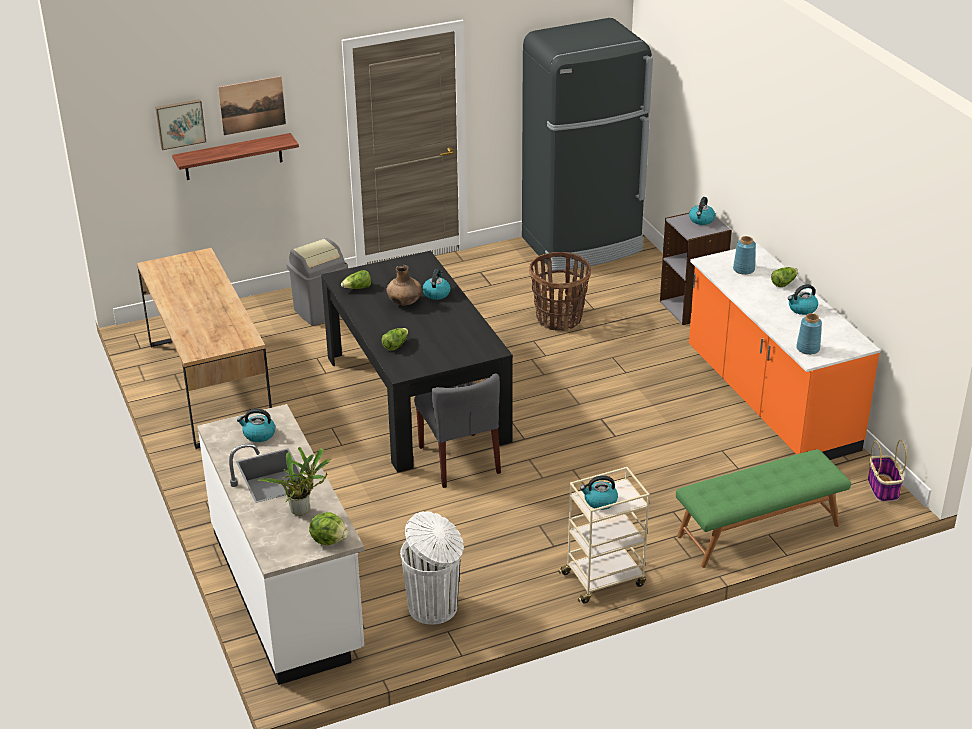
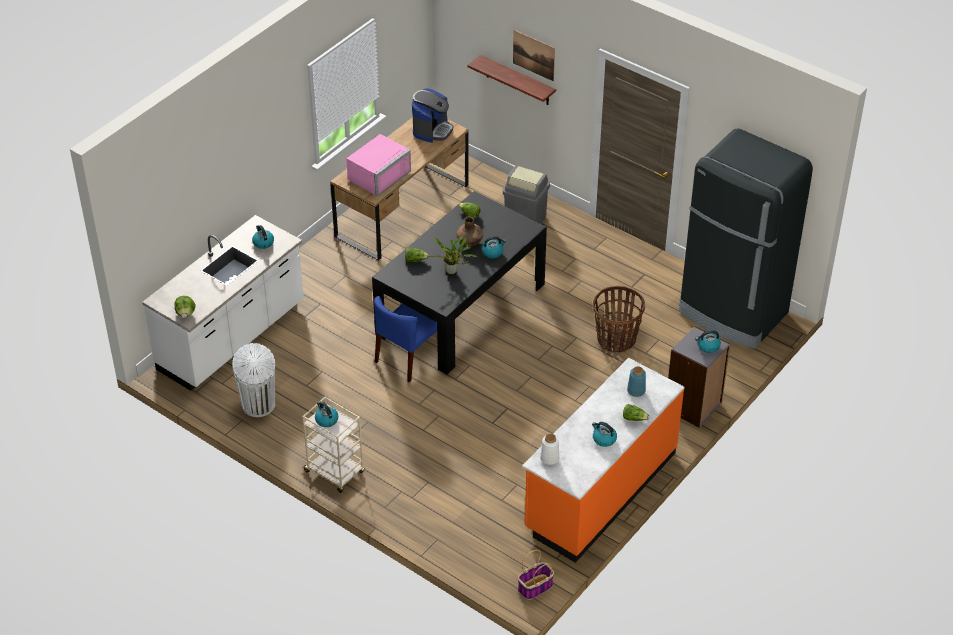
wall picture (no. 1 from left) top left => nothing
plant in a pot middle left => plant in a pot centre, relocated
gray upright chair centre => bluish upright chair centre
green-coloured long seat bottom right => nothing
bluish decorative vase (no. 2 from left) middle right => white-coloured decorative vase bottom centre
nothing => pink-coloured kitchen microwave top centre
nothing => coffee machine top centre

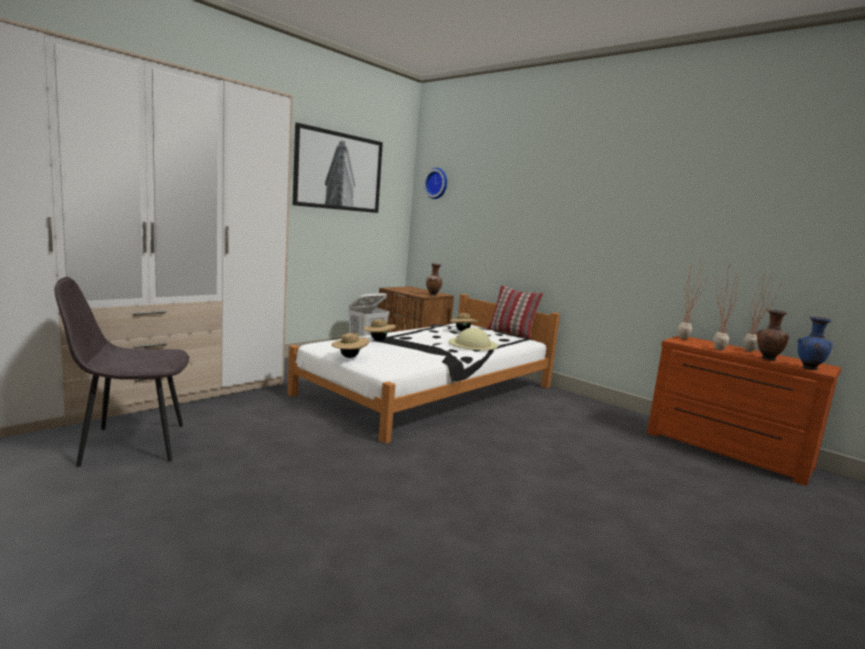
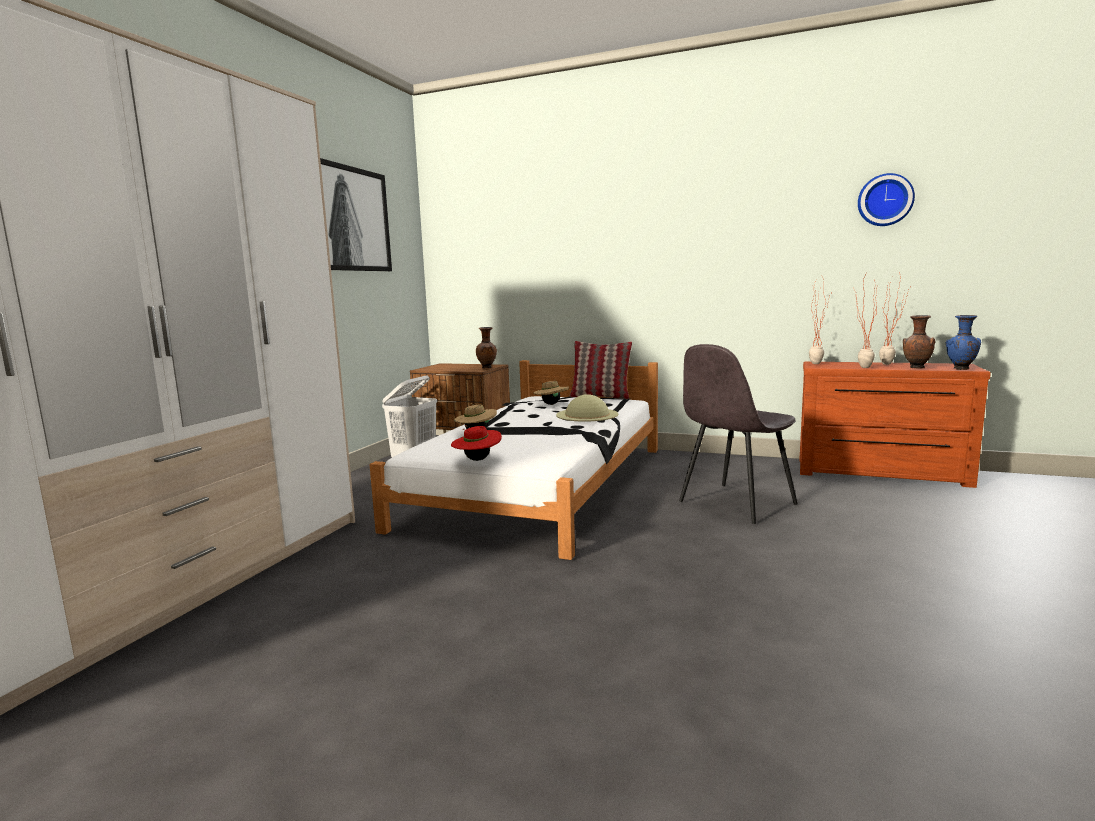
gray upright chair middle left => gray upright chair middle right, relocated
beige clothing hat (no. 1 from left) centre => red-coloured clothing hat centre
hanging clock top centre => hanging clock top right, relocated

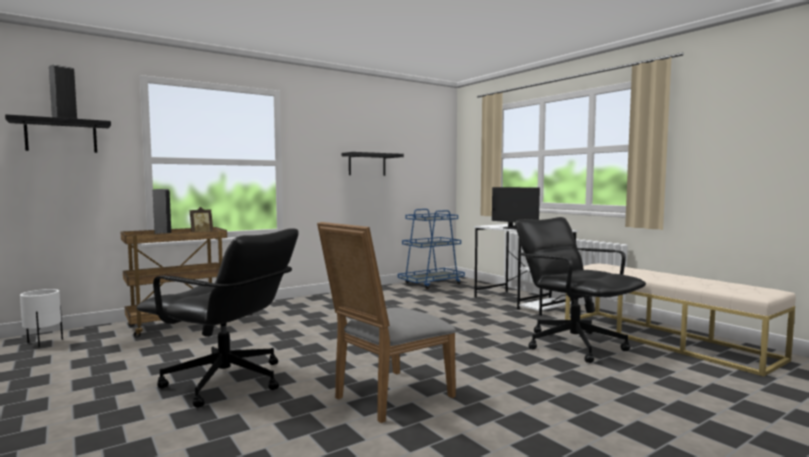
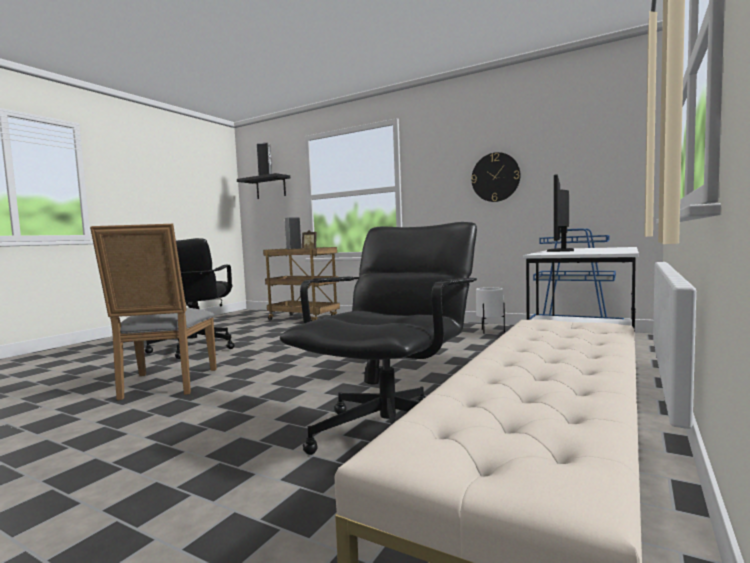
white-coloured flower pot bottom left => white-coloured flower pot centre, relocated
gray upright chair bottom centre => gray upright chair middle left, 120 degrees counterclockwise
black-coloured shelf (no. 2 from left) centre => hanging clock top centre

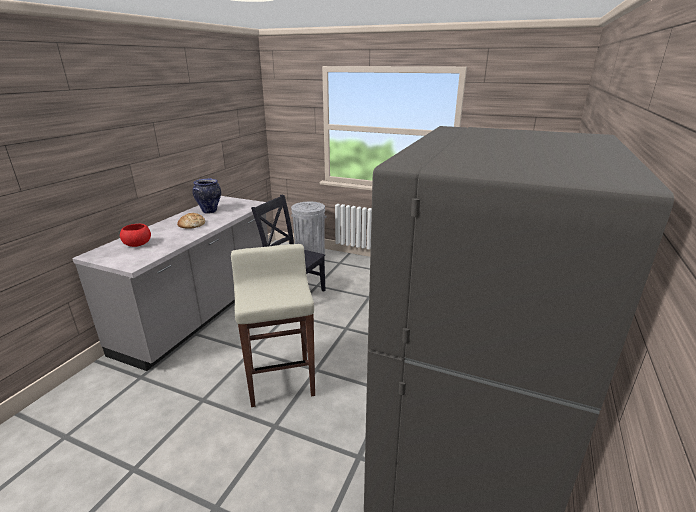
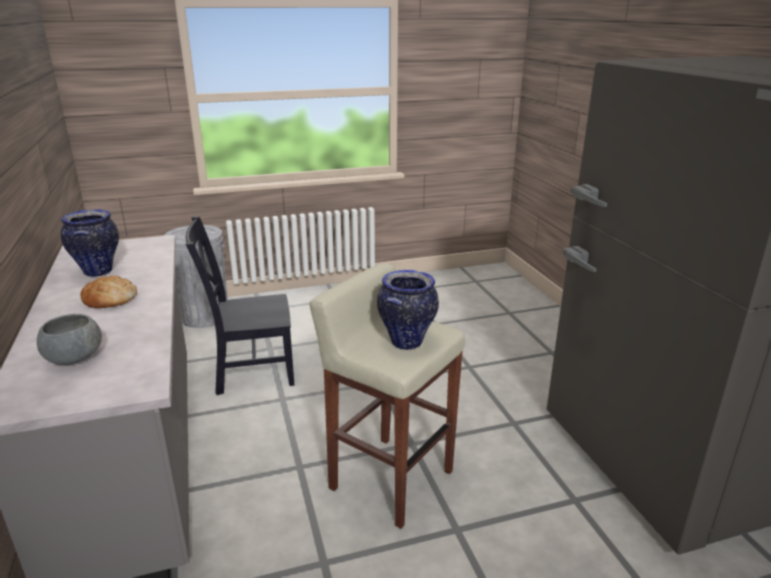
red-coloured bowl middle left => gray bowl middle left
nothing => decorative vase (no. 2 from left) centre

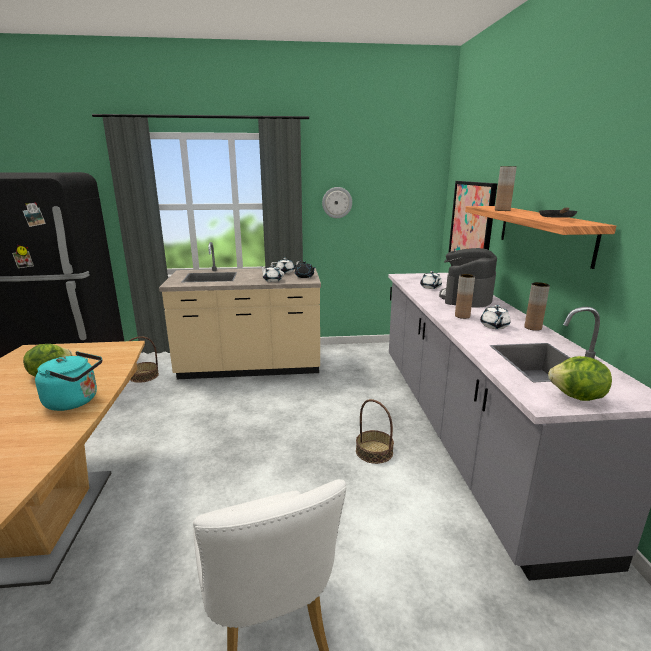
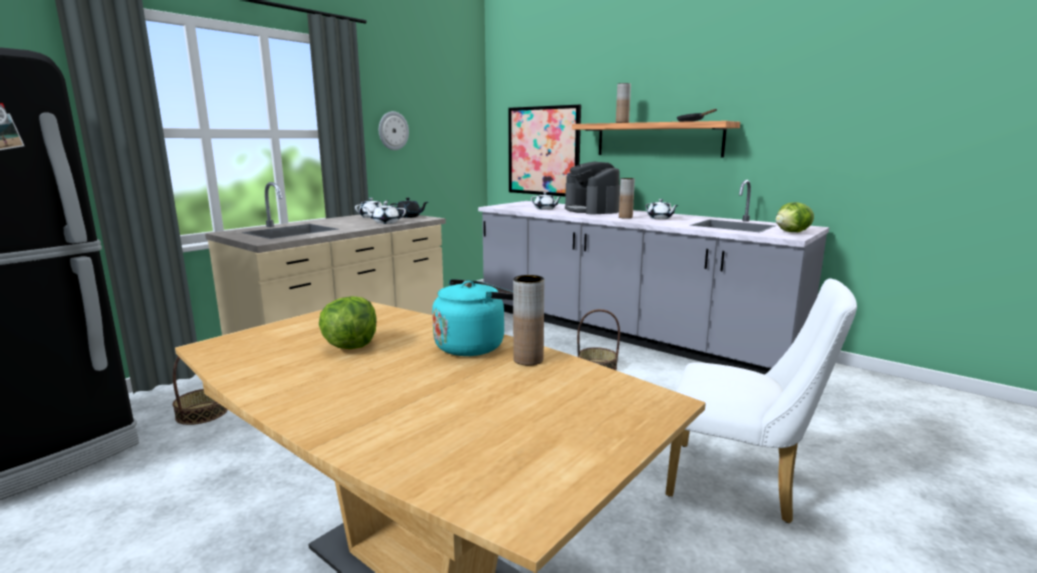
brown decorative vase (no. 3 from left in the first image) middle right => brown decorative vase (no. 1 from left) centre, relocated

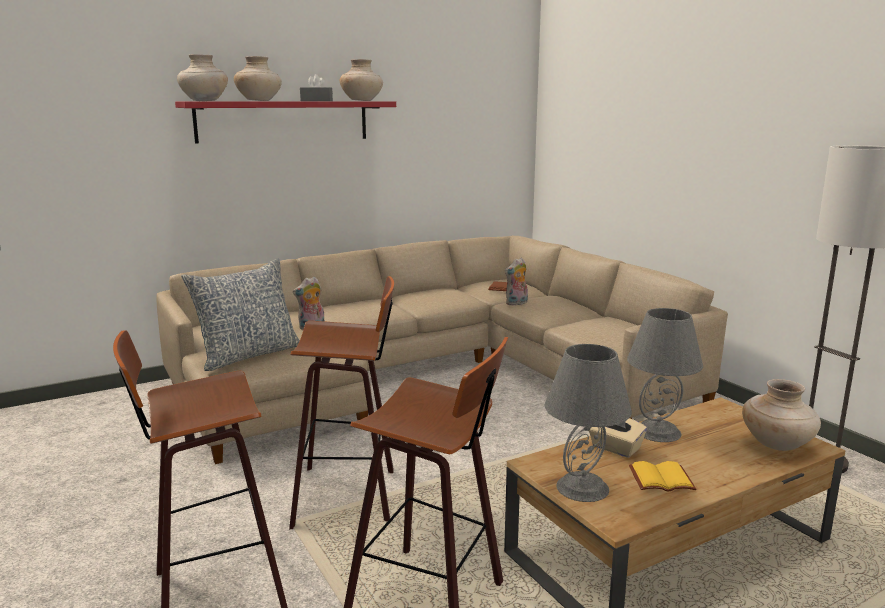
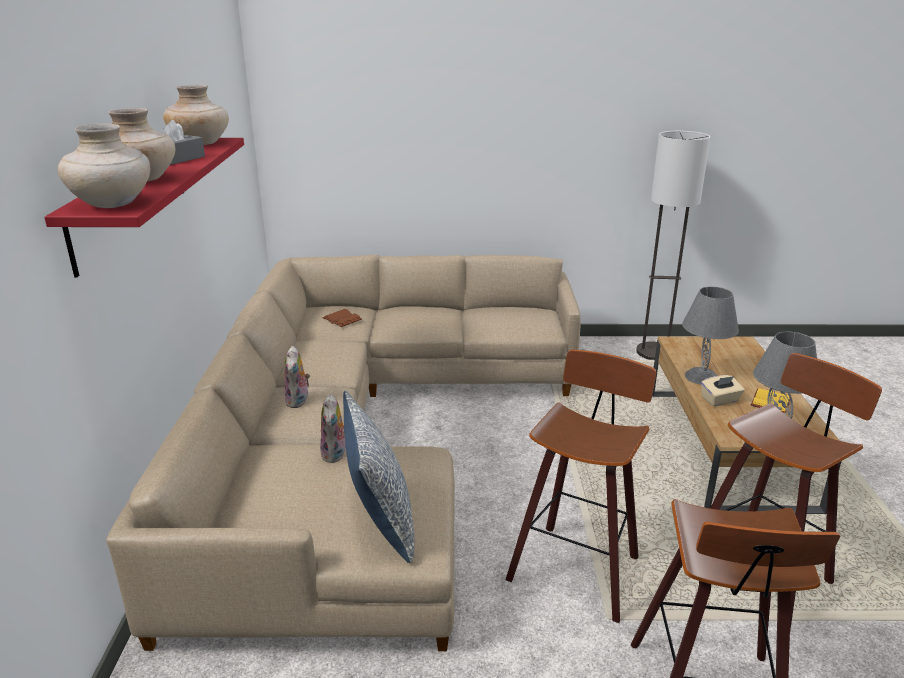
soft toy (no. 2 from left in the first image) centre => soft toy (no. 1 from left) middle left, relocated
beige decorative vase (no. 4 from left) bottom right => nothing

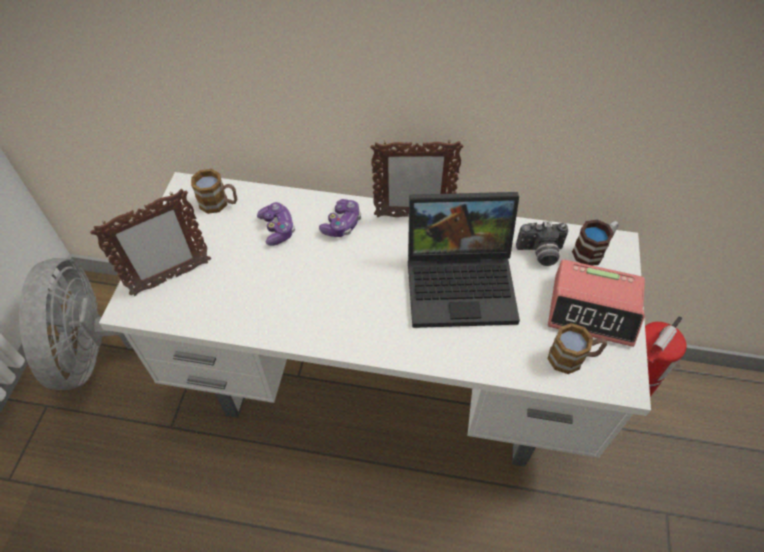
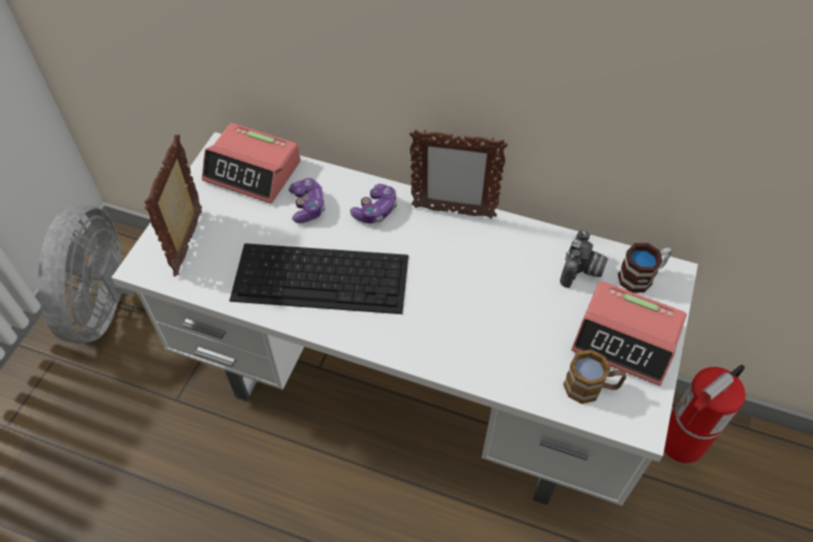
photo frame (no. 1 from left) middle left, 120 degrees clockwise
tea mug (no. 1 from left) middle left => table clock (no. 1 from left) top left
notebook computer centre => nothing
photo camera middle right, 75 degrees counterclockwise
nothing => keyboard centre

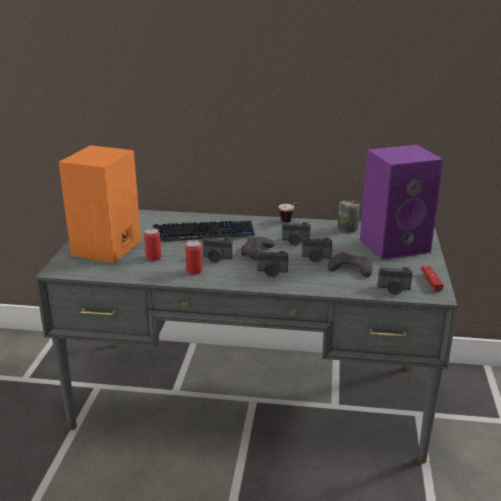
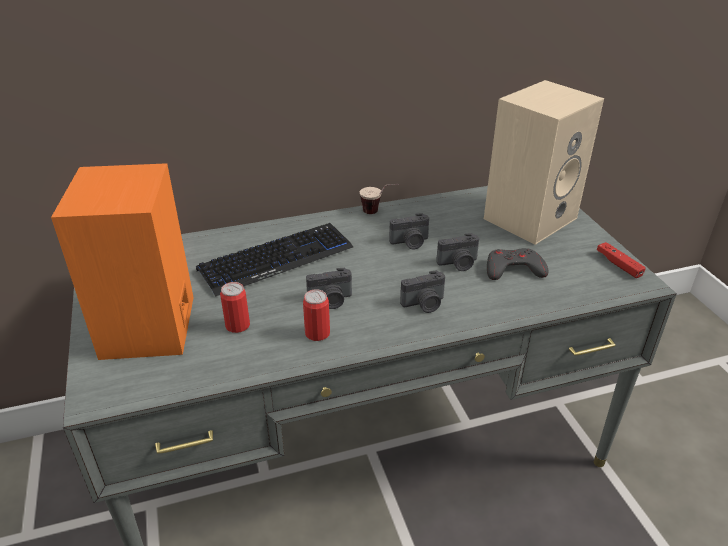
gray joypad (no. 1 from left) centre => nothing
sealed can (no. 3 from left) middle right => nothing
purplish loudspeaker middle right => beige loudspeaker top right
photo camera (no. 5 from left) middle right => nothing

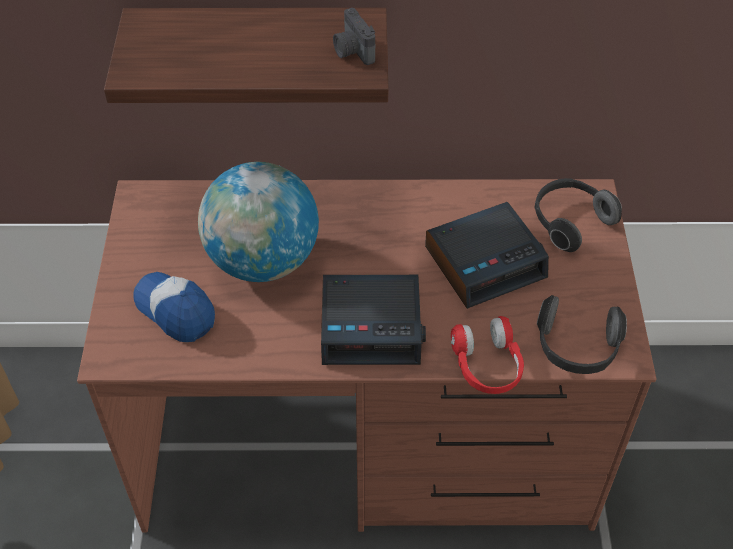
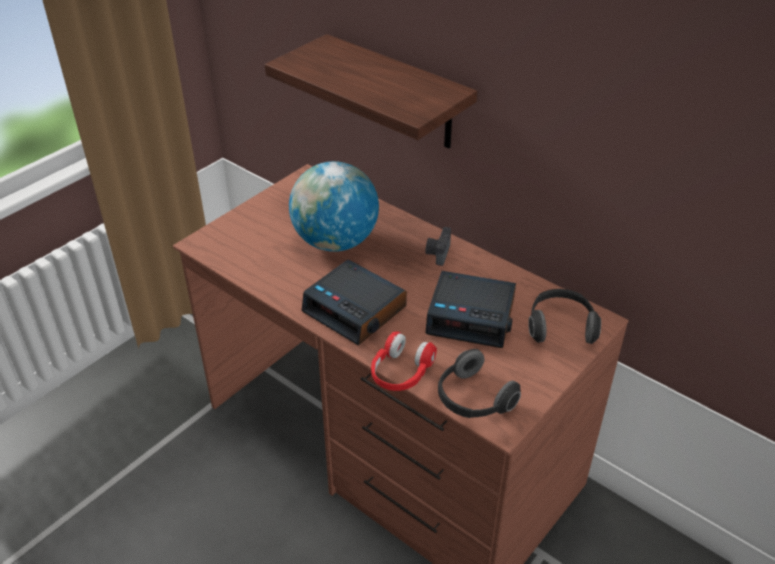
baseball cap middle left => nothing
photo camera top centre => photo camera centre, relocated

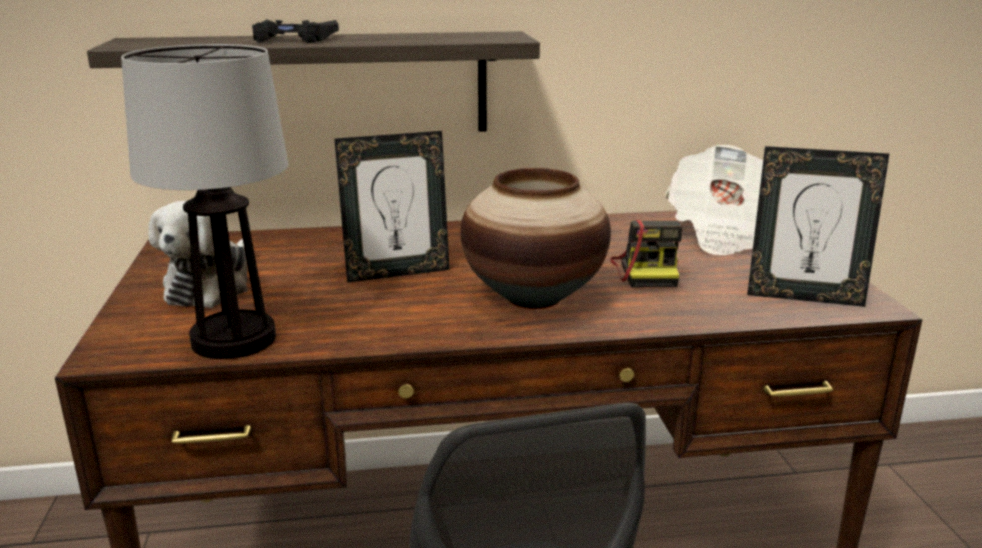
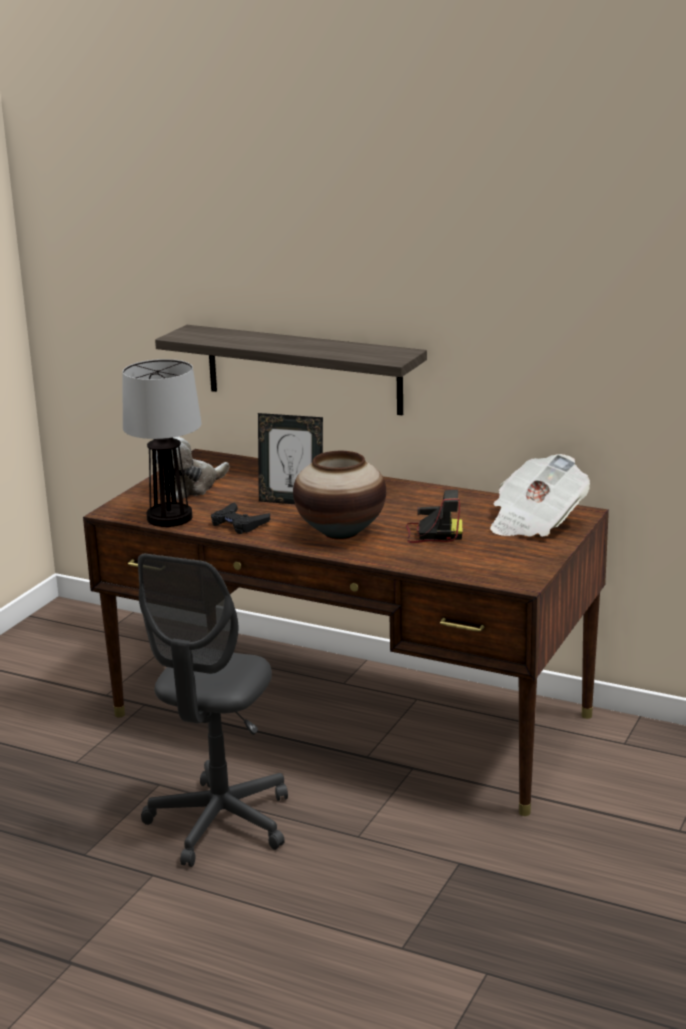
black-coloured joypad top left => black-coloured joypad centre, relocated
photo camera centre, 120 degrees counterclockwise
photo frame (no. 2 from left) middle right => nothing

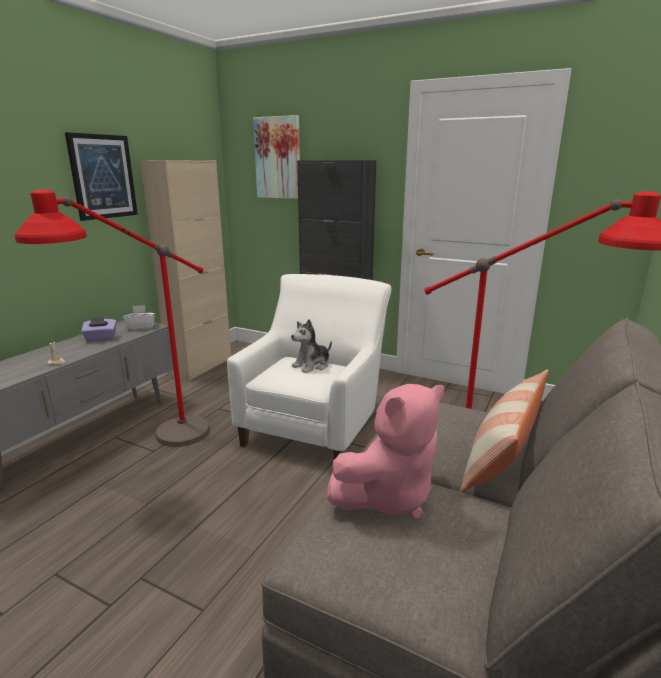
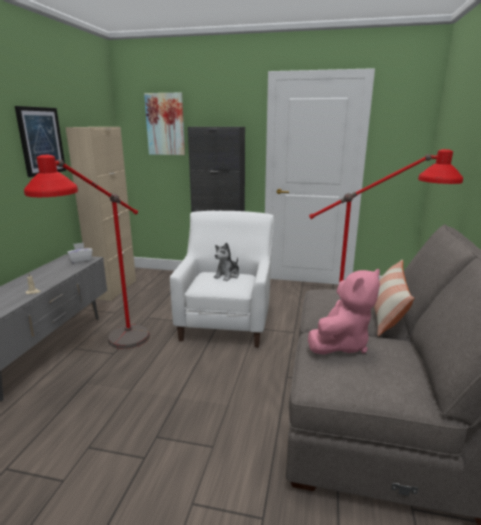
purplish tissue box middle left => nothing

